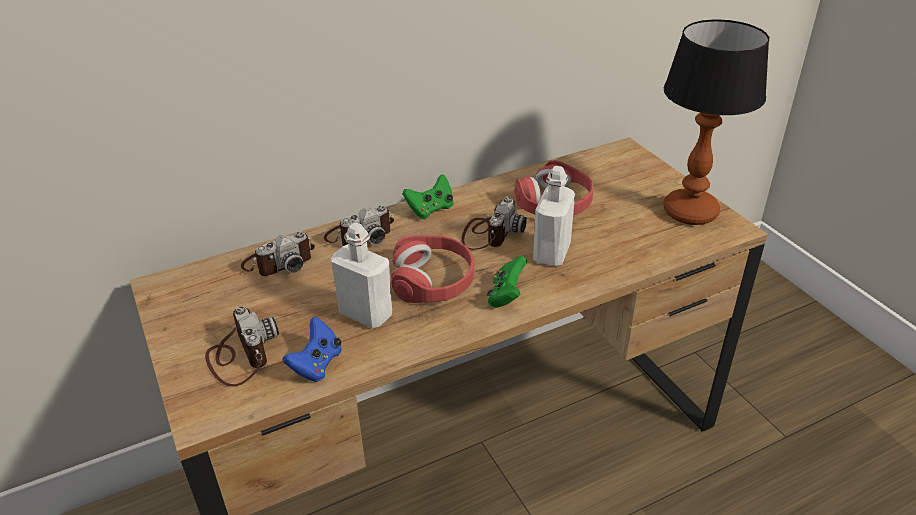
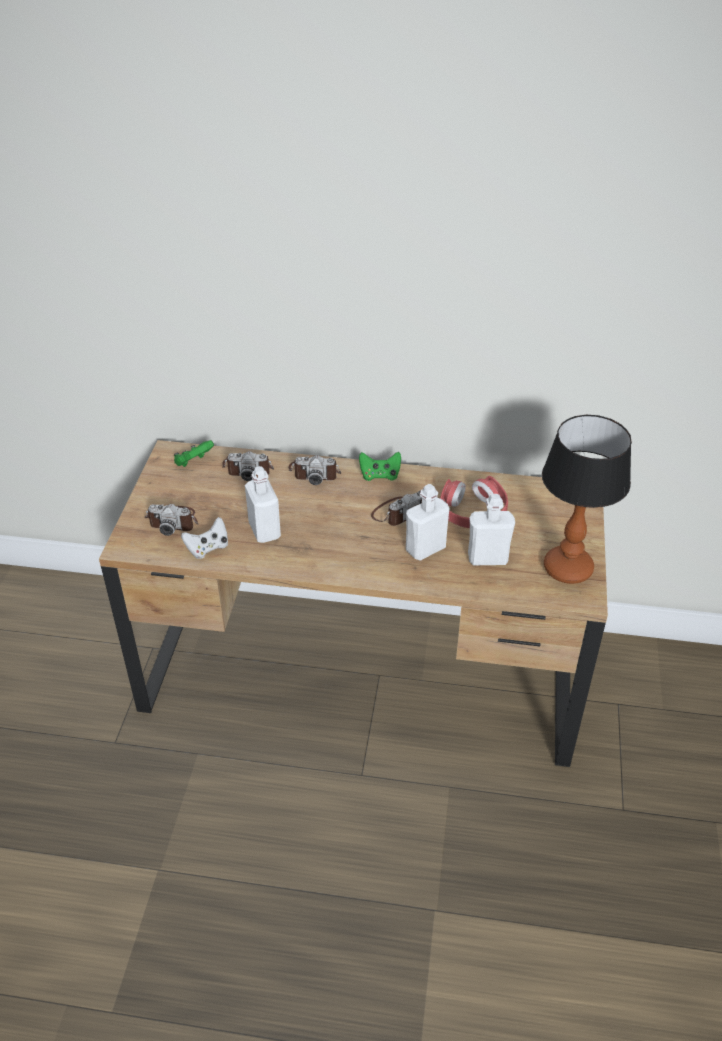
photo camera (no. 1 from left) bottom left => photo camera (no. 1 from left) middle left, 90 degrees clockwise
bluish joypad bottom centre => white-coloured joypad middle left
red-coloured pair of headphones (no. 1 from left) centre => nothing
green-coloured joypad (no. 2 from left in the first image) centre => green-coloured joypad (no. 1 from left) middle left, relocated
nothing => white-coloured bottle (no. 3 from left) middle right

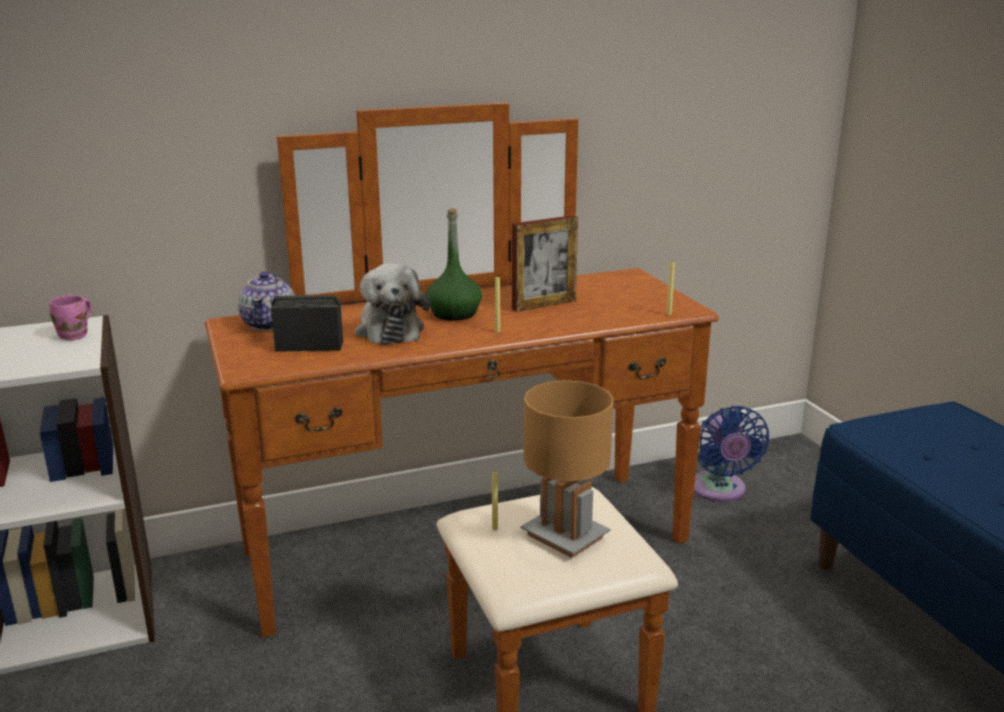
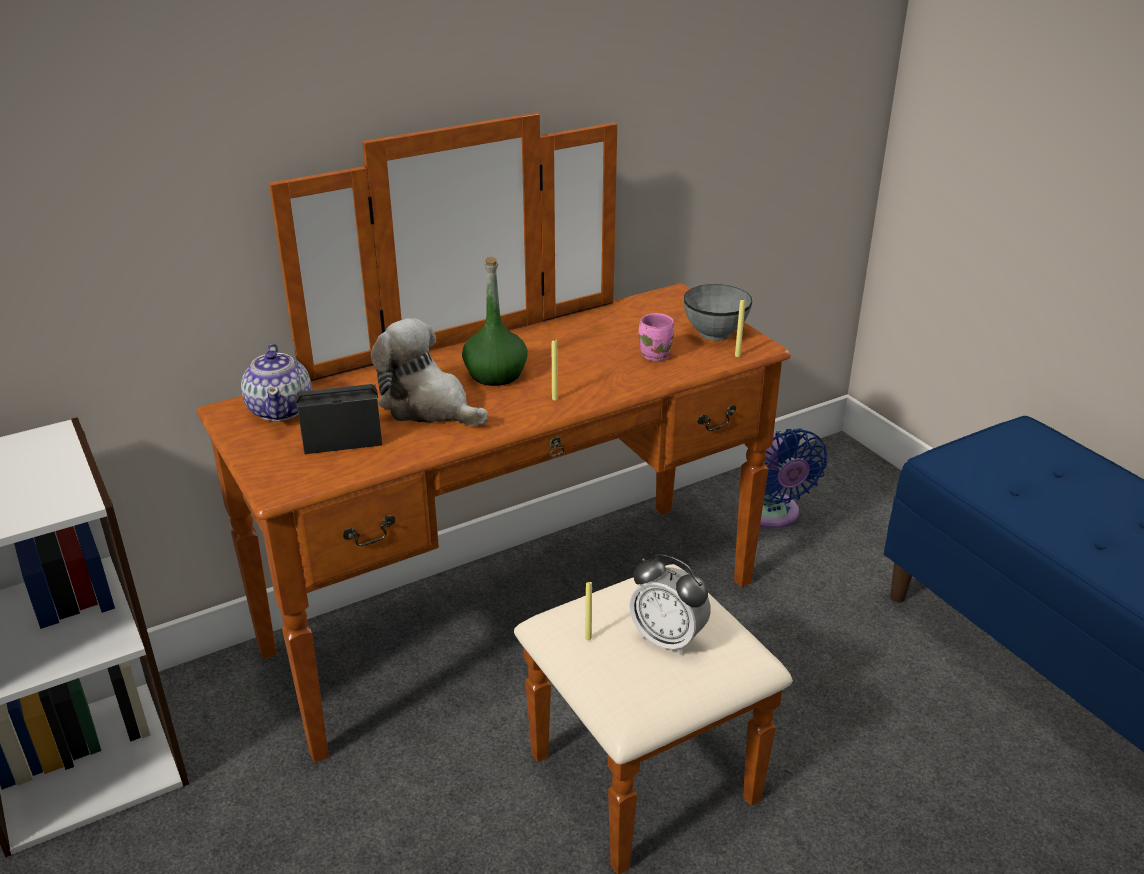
pink-coloured tea mug middle left => pink-coloured tea mug centre, relocated
soft toy centre, 150 degrees clockwise
photo frame centre => nothing
brown table lamp centre => table clock bottom centre
nothing => gray bowl centre

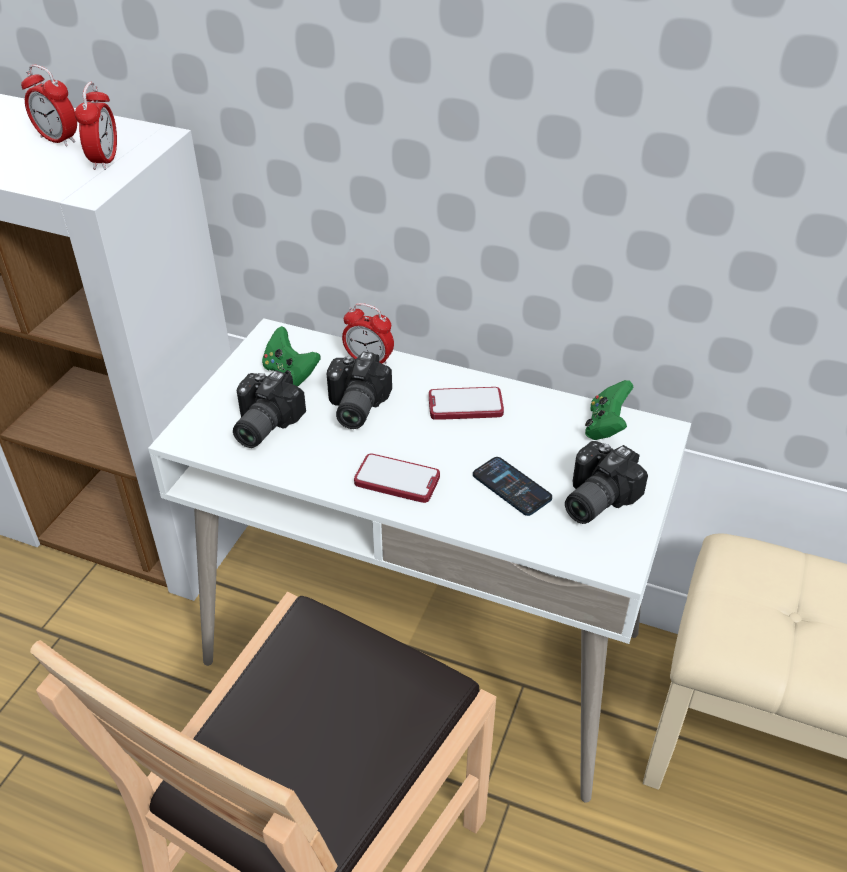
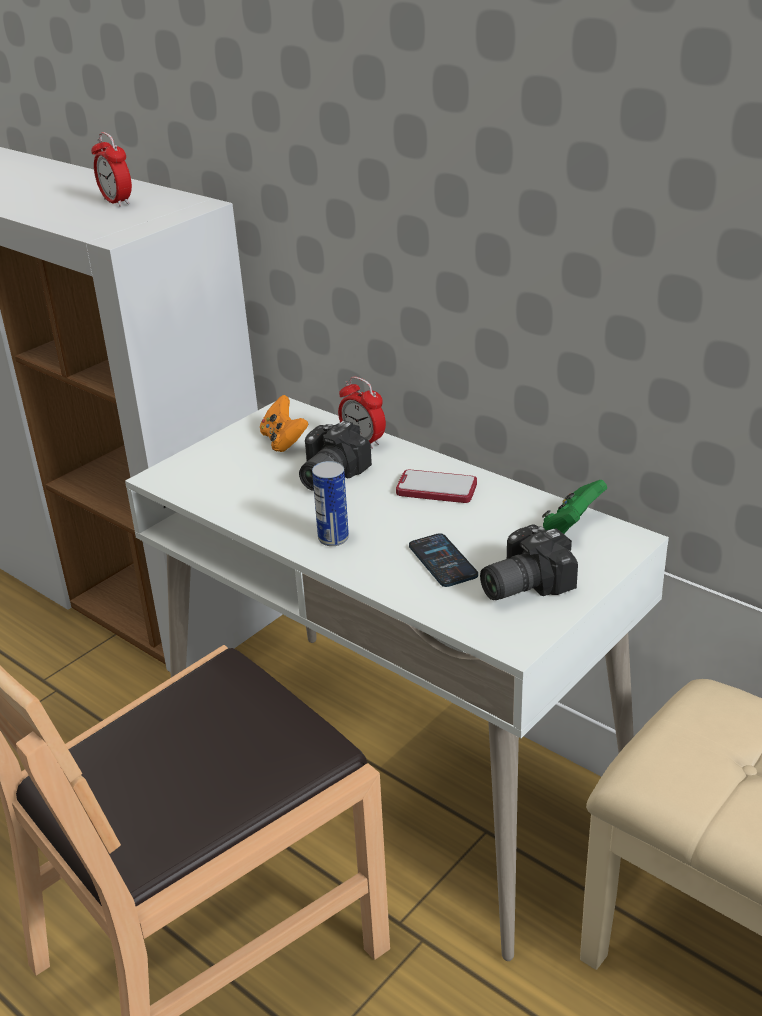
table clock (no. 2 from left) top left => nothing
photo camera (no. 1 from left) middle left => nothing
green-coloured joypad (no. 1 from left) centre => orangey joypad centre
phone (no. 1 from left) centre => sealed can centre

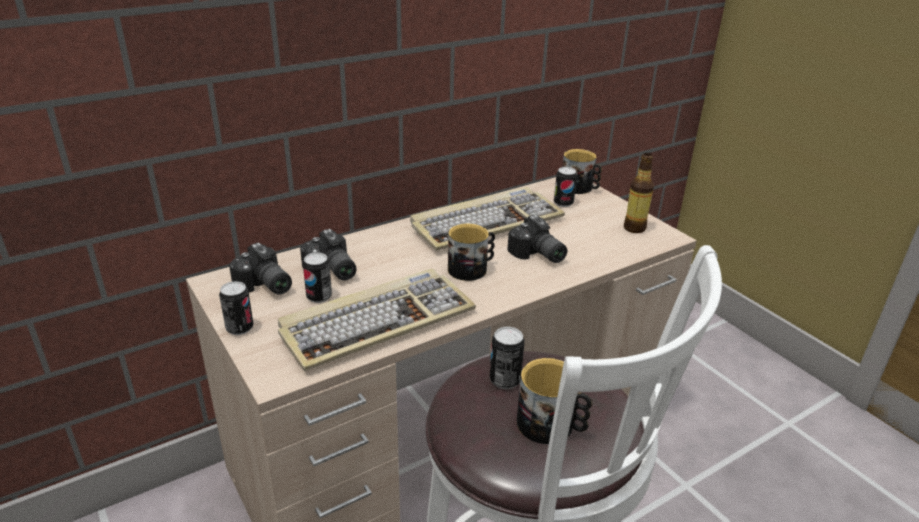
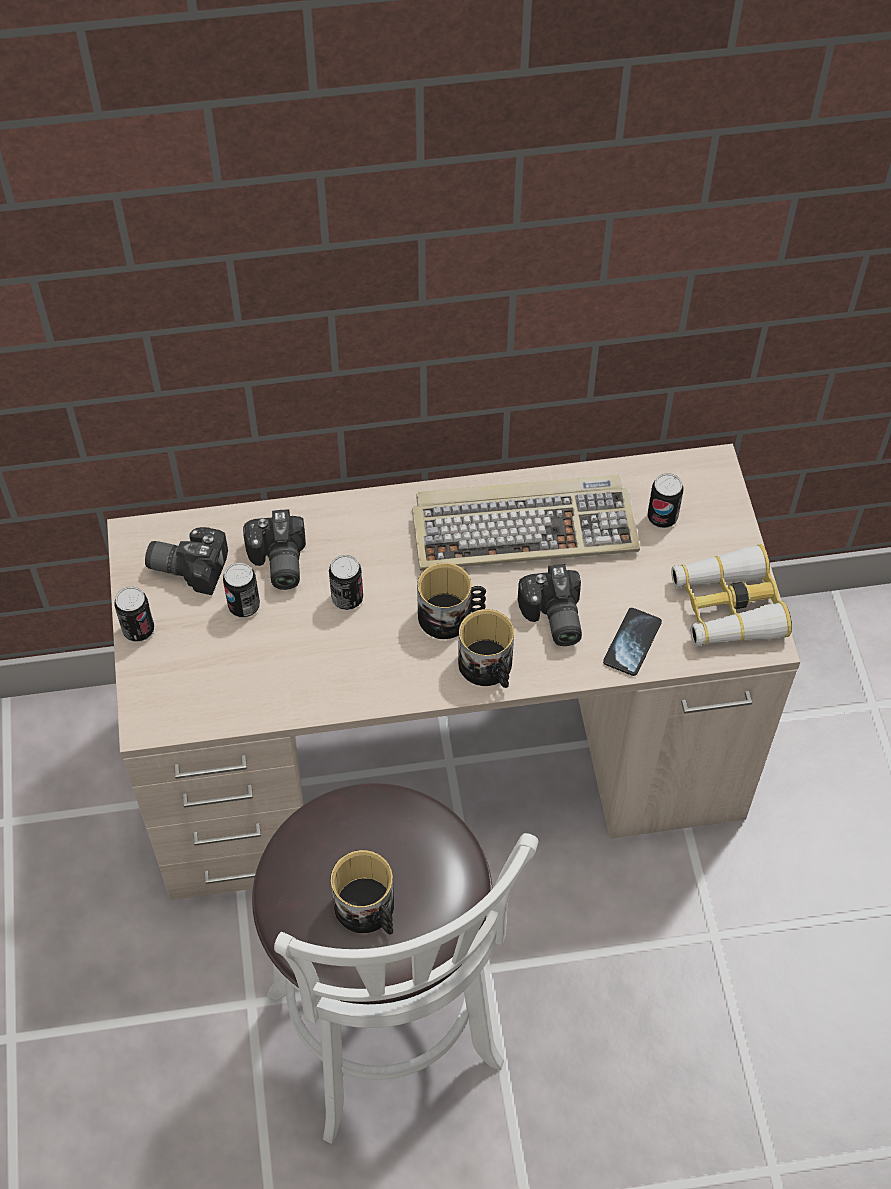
photo camera (no. 1 from left) middle left, 120 degrees clockwise
keyboard (no. 1 from left) centre => nothing
sealed can (no. 3 from left) bottom centre => sealed can (no. 3 from left) centre, relocated
tea mug (no. 3 from left) top centre => tea mug (no. 3 from left) centre, relocated
bottle middle right => pair of binoculars middle right
nothing => phone middle right

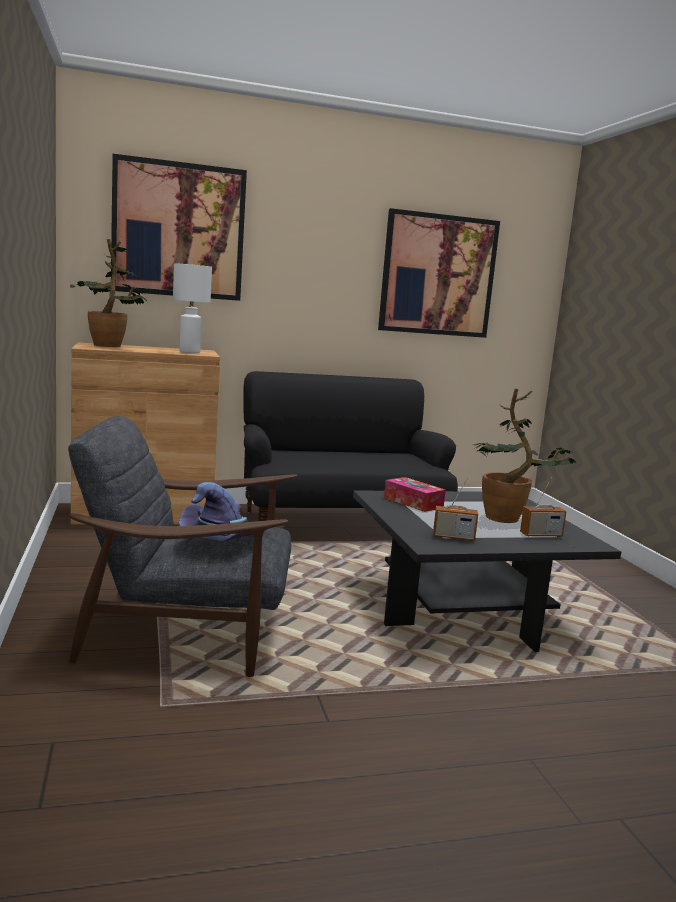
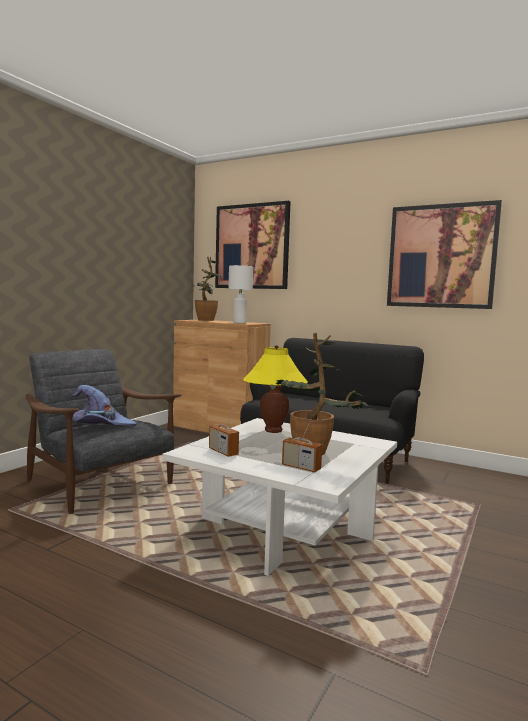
black-coloured coffee table middle right => white-coloured coffee table bottom centre
tissue box centre => yellow table lamp centre

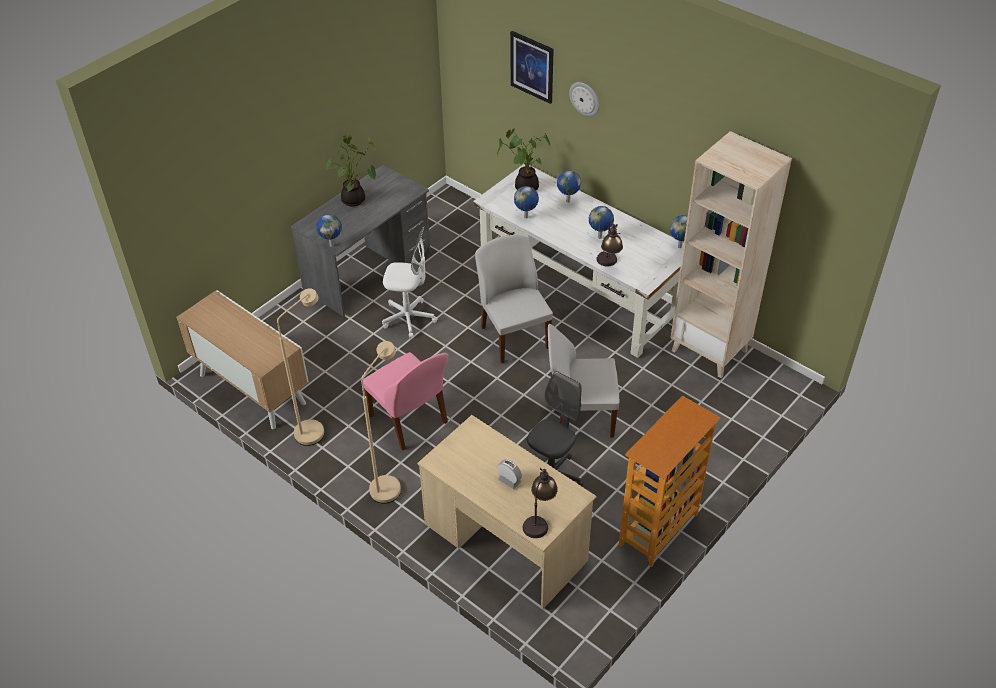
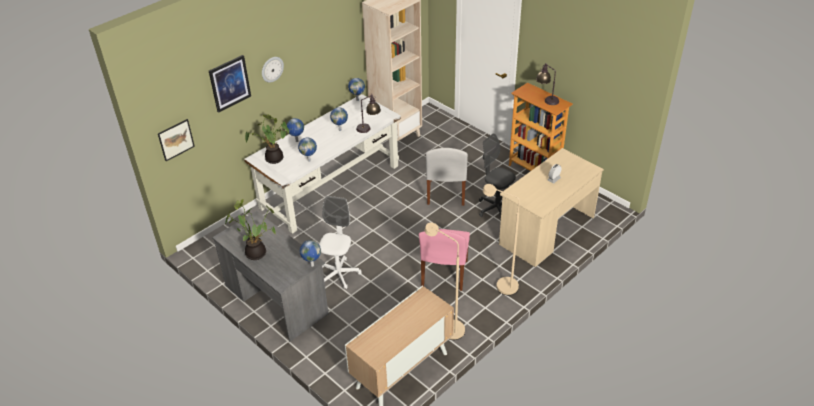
pink-coloured upright chair centre, 135 degrees clockwise
white-coloured upright chair (no. 1 from left) centre => nothing
table lamp (no. 1 from left in the first image) bottom centre => table lamp (no. 2 from left) top right, relocated
nothing => wall picture (no. 1 from left) middle left

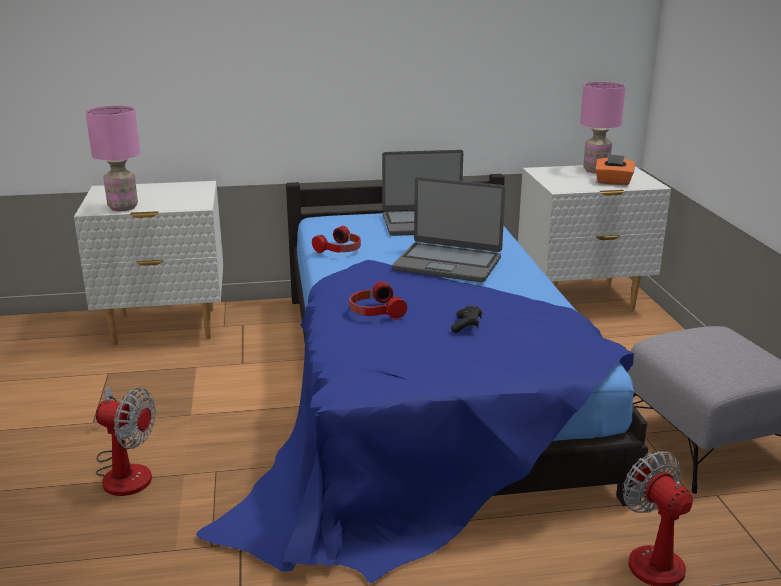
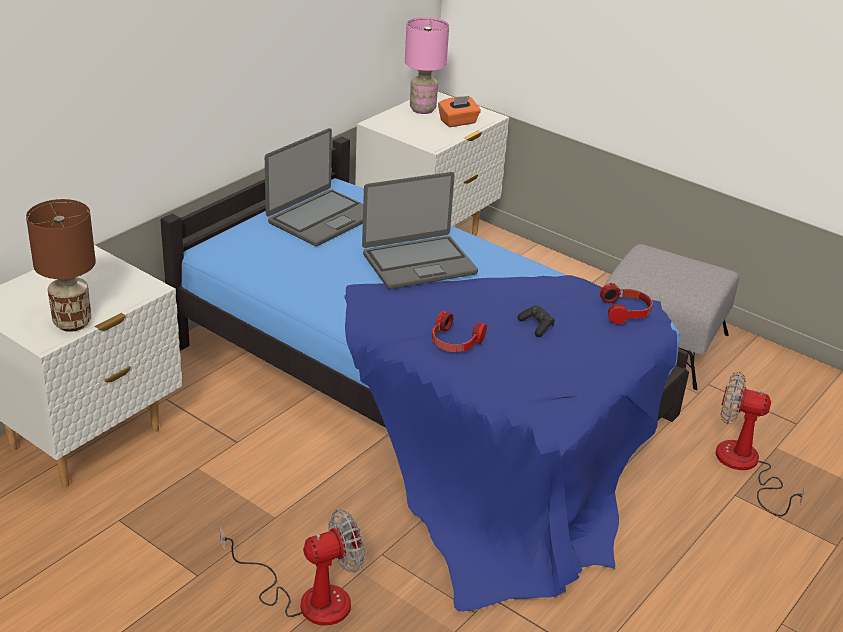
pink-coloured table lamp (no. 1 from left) top left => brown table lamp middle left
pair of headphones (no. 1 from left in the first image) centre => pair of headphones (no. 2 from left) middle right, relocated

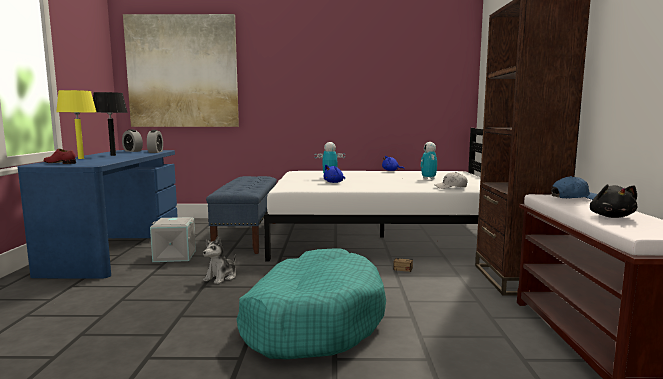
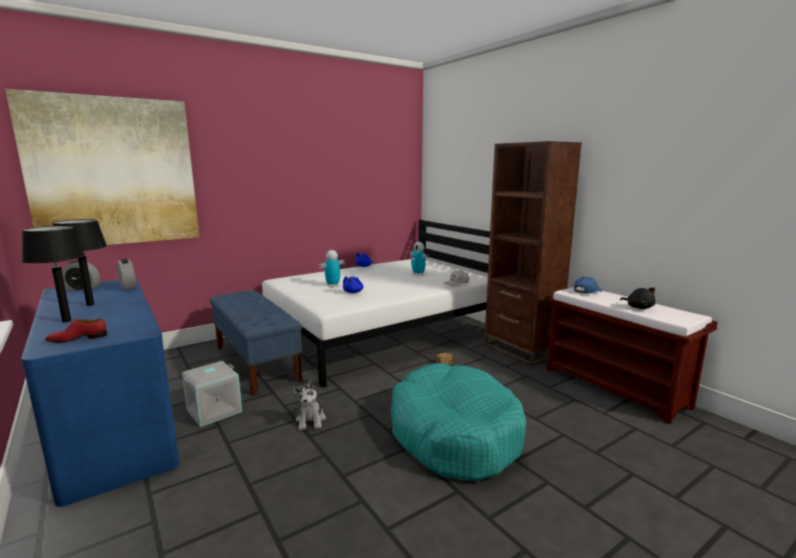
yellow table lamp top left => black-coloured table lamp (no. 1 from left) middle left

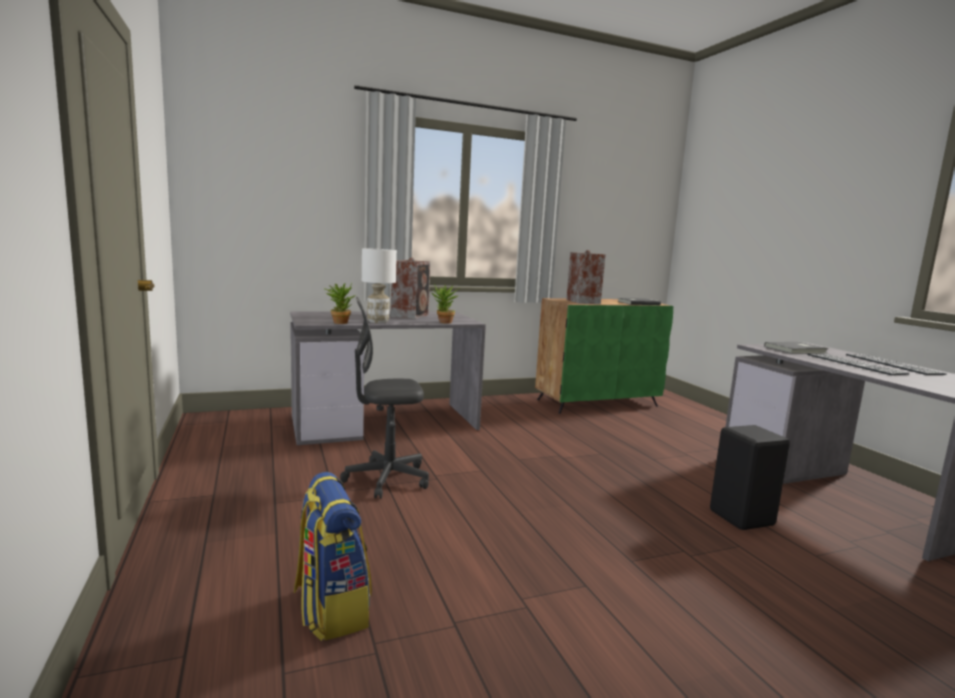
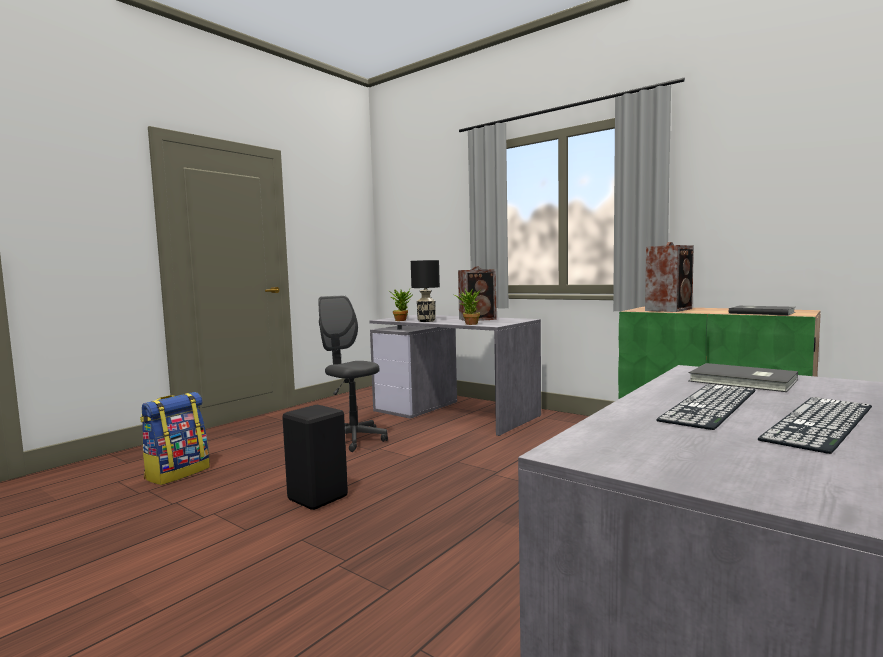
white-coloured table lamp centre => black-coloured table lamp centre
black-coloured stool bottom right => black-coloured stool bottom centre, relocated

